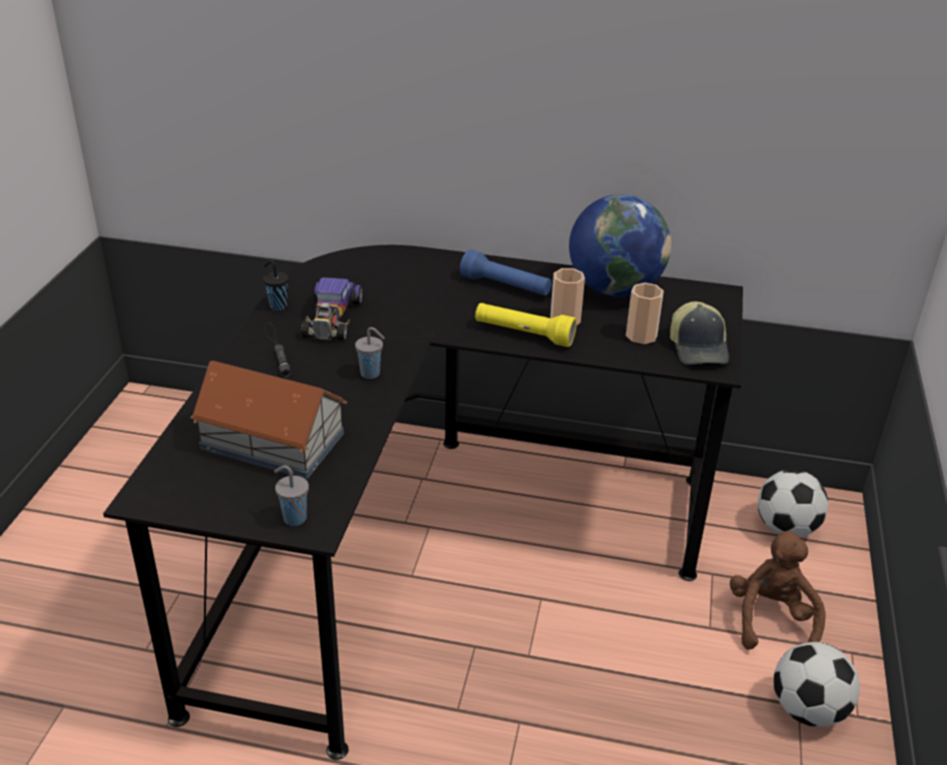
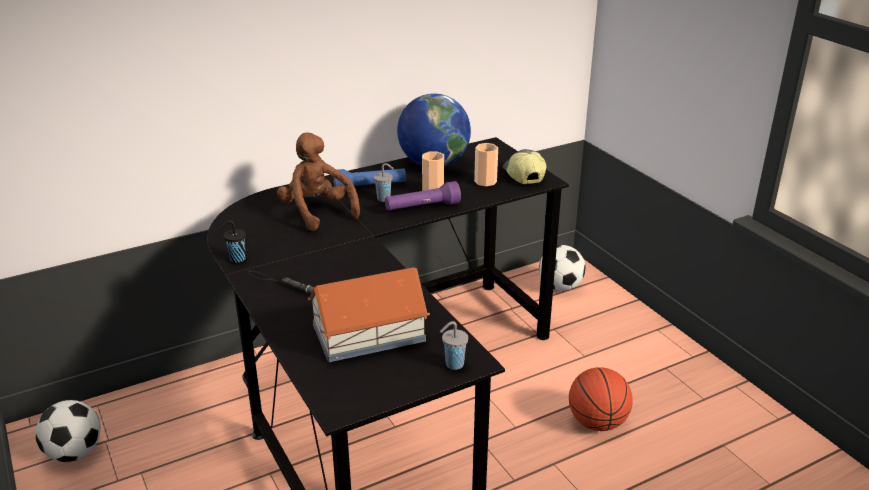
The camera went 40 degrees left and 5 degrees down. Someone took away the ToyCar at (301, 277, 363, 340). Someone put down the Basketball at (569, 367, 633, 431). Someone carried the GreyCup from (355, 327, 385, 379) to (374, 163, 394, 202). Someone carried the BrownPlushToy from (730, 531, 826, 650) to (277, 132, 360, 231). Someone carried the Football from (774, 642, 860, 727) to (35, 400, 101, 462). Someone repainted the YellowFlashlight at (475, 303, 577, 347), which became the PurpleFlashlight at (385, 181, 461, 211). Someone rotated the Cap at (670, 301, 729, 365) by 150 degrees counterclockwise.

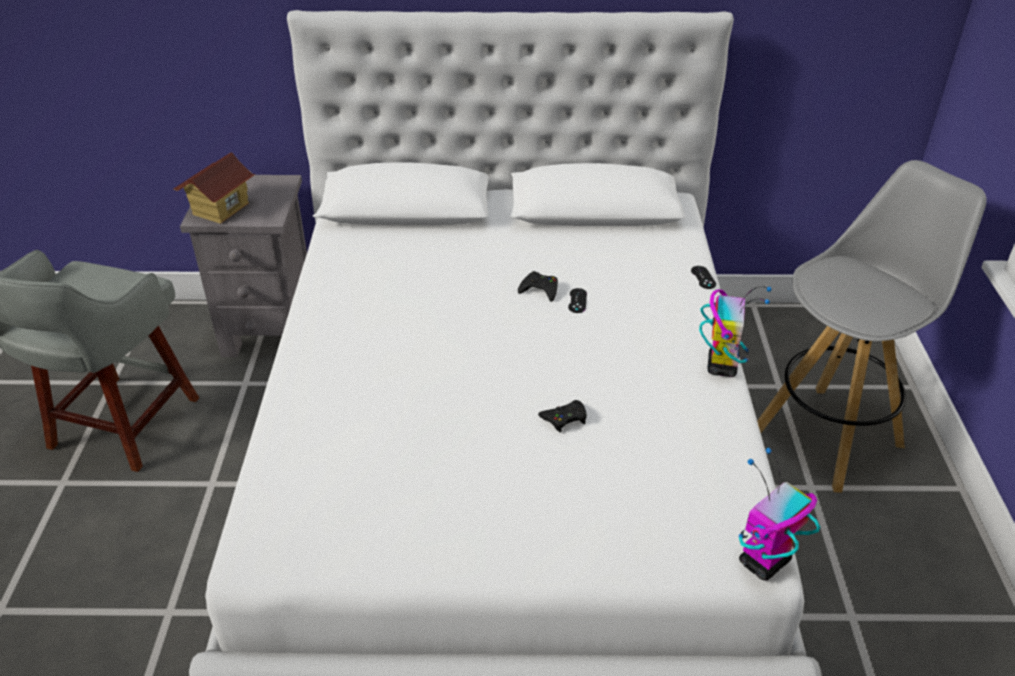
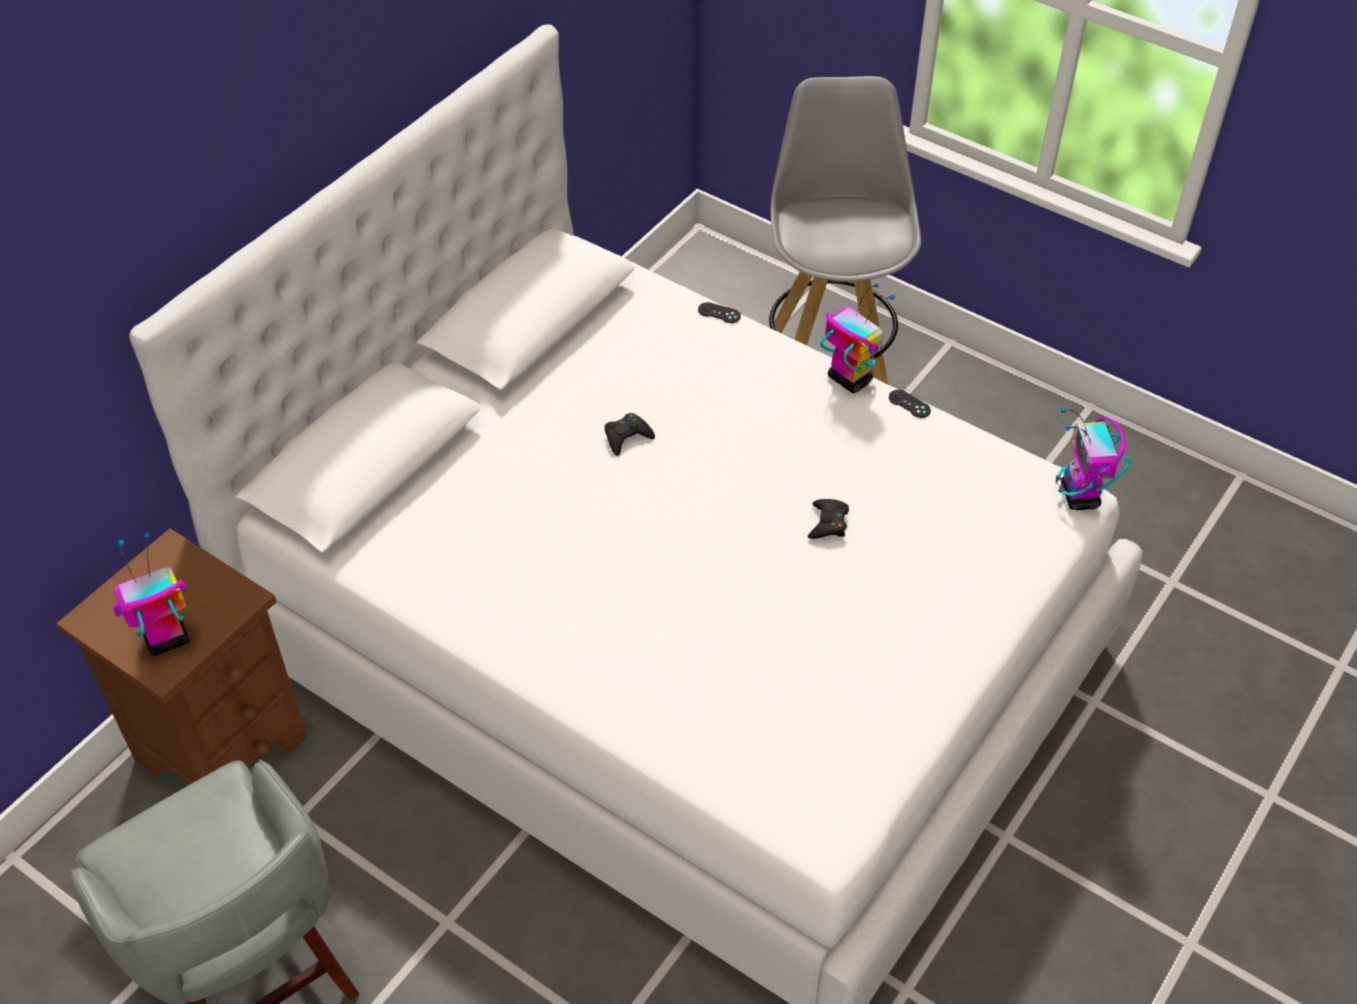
The camera went 55 degrees left and 10 degrees up. Someone carried the BlackGameController from (568, 288, 587, 313) to (889, 390, 931, 418). Someone swapped the ToyHouse at (174, 152, 256, 224) for the ToyRobot at (113, 533, 190, 656). Someone repainted the GreyNightstand at (180, 175, 307, 357), which became the BrownNightstand at (56, 528, 307, 785).

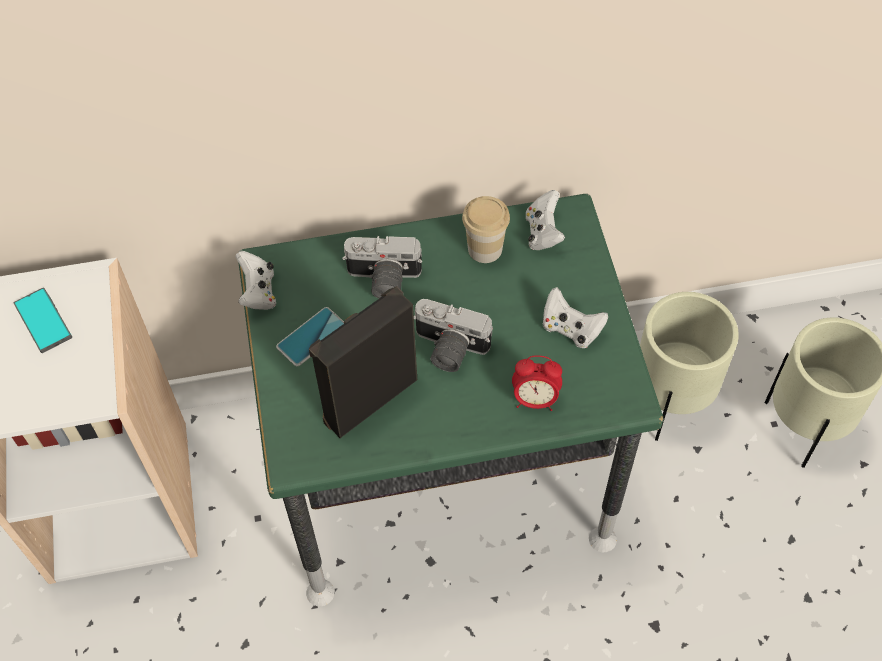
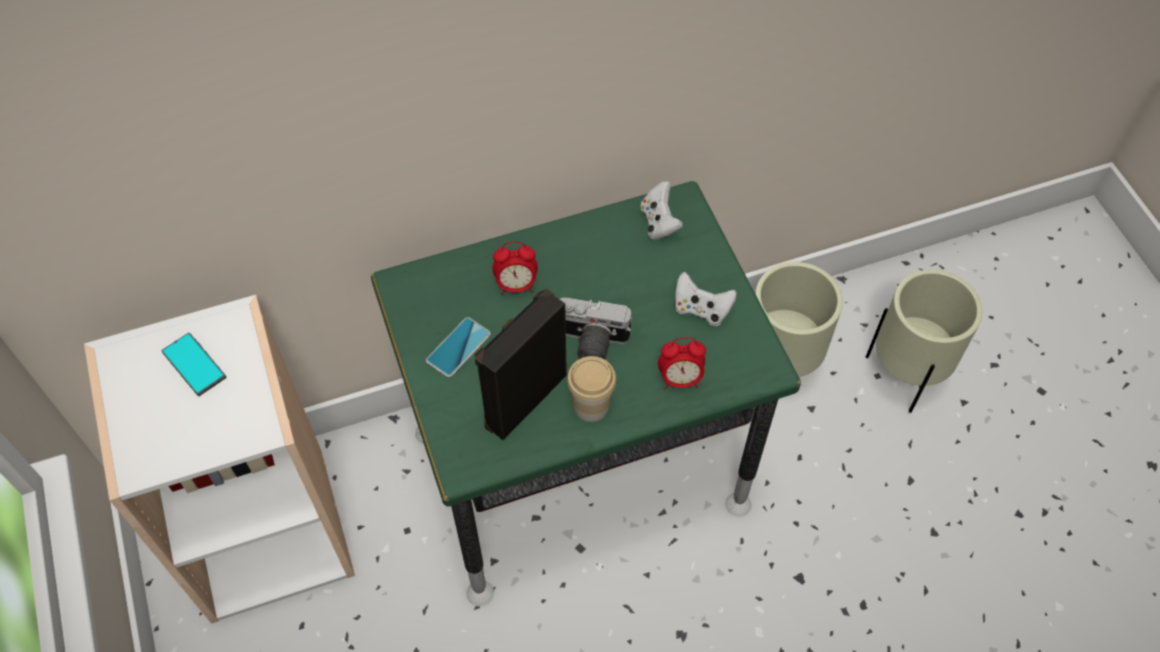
The camera went 10 degrees left and 0 degrees up. Someone took away the WhiteGameController at (235, 251, 276, 310). Someone carried the Cup from (462, 196, 510, 263) to (567, 356, 616, 422). Someone swapped the PhotoCamera at (342, 236, 422, 299) for the AlarmClock at (492, 241, 538, 295).

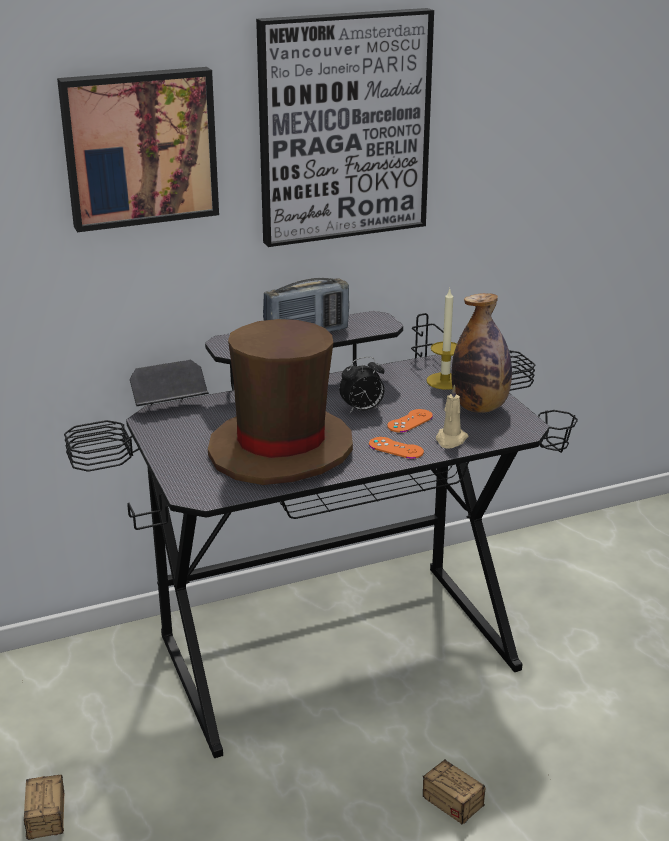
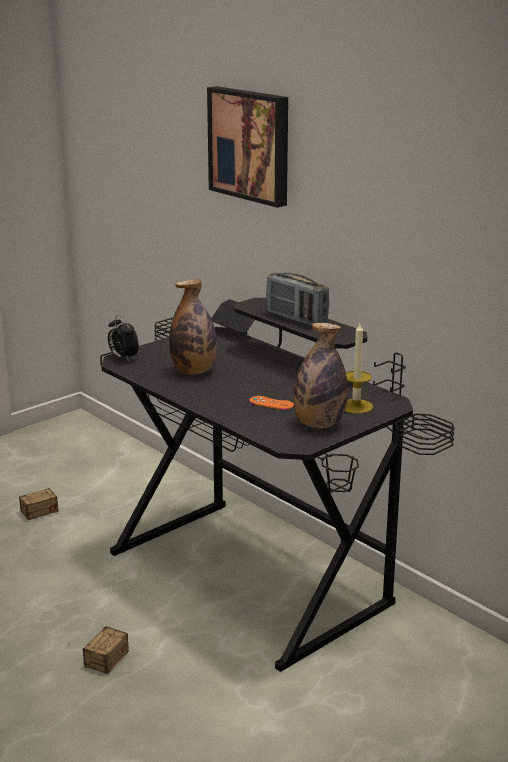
The camera went 70 degrees right and 5 degrees down. Someone took away the Picture at (256, 8, 434, 247). Someone took away the OrangeGameController at (369, 437, 424, 459). Someone took away the BeigeCandle at (436, 384, 469, 449). Someone carried the AlarmClock from (339, 357, 384, 413) to (108, 315, 139, 361). Someone swapped the BrownHat at (208, 319, 353, 485) for the Bottle at (169, 280, 217, 375).

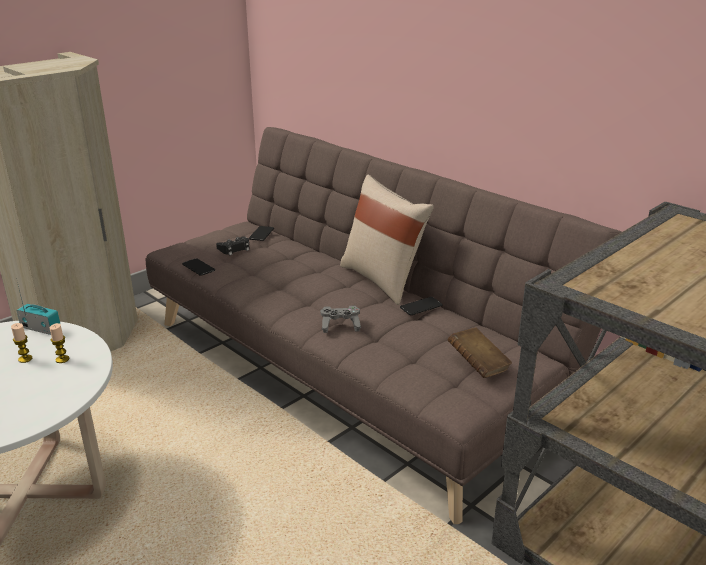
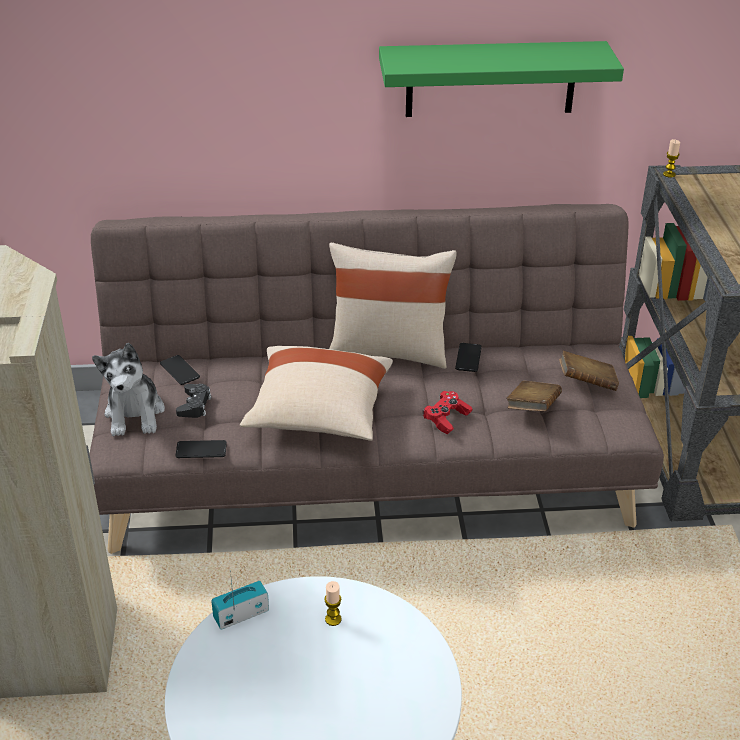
The camera went 50 degrees left and 10 degrees up. Someone put down the PlushToy at (92, 343, 165, 436). Someone put down the BeigePillow at (240, 346, 393, 441). Someone put up the GreenShelf at (379, 41, 624, 117). Someone put down the BrownBook at (506, 381, 562, 411). Someone carried the Candle from (11, 323, 32, 363) to (663, 139, 680, 178). Someone repainted the GreyGameController at (320, 305, 361, 333), which became the RedGameController at (423, 391, 472, 434).

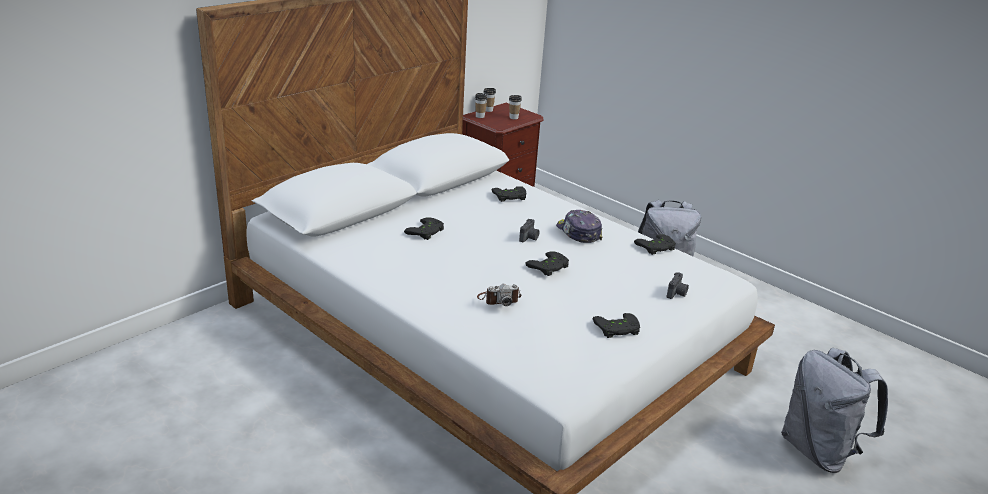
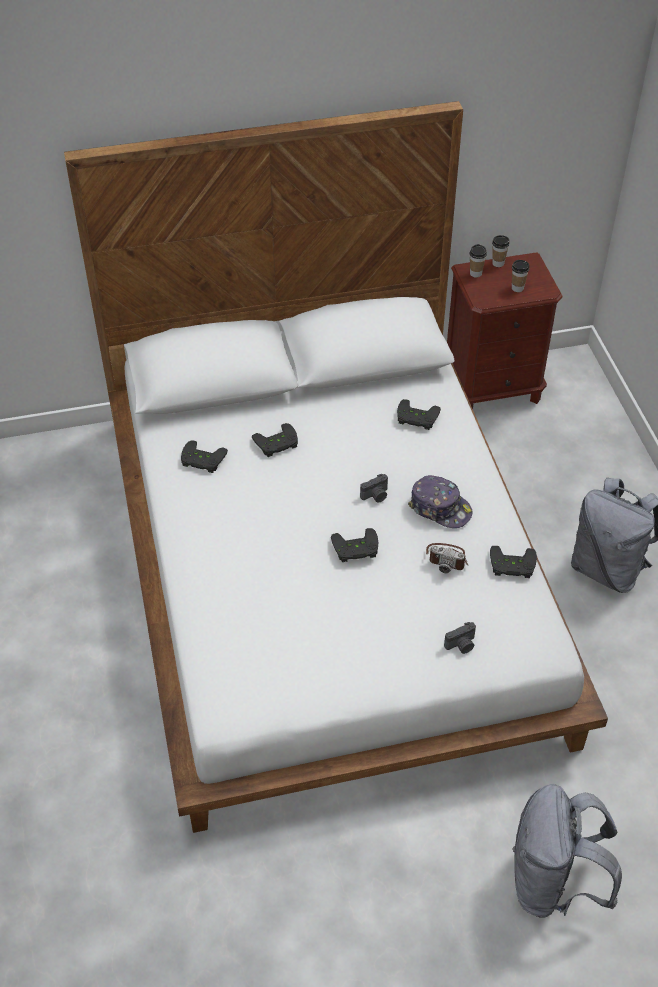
The camera went 35 degrees right and 20 degrees up. Someone carried the PhotoCamera from (477, 284, 521, 306) to (426, 543, 469, 573). Someone carried the BlackGameController from (593, 313, 640, 338) to (181, 440, 228, 473). Someone rotated the Cap at (556, 210, 602, 243) by 120 degrees clockwise.

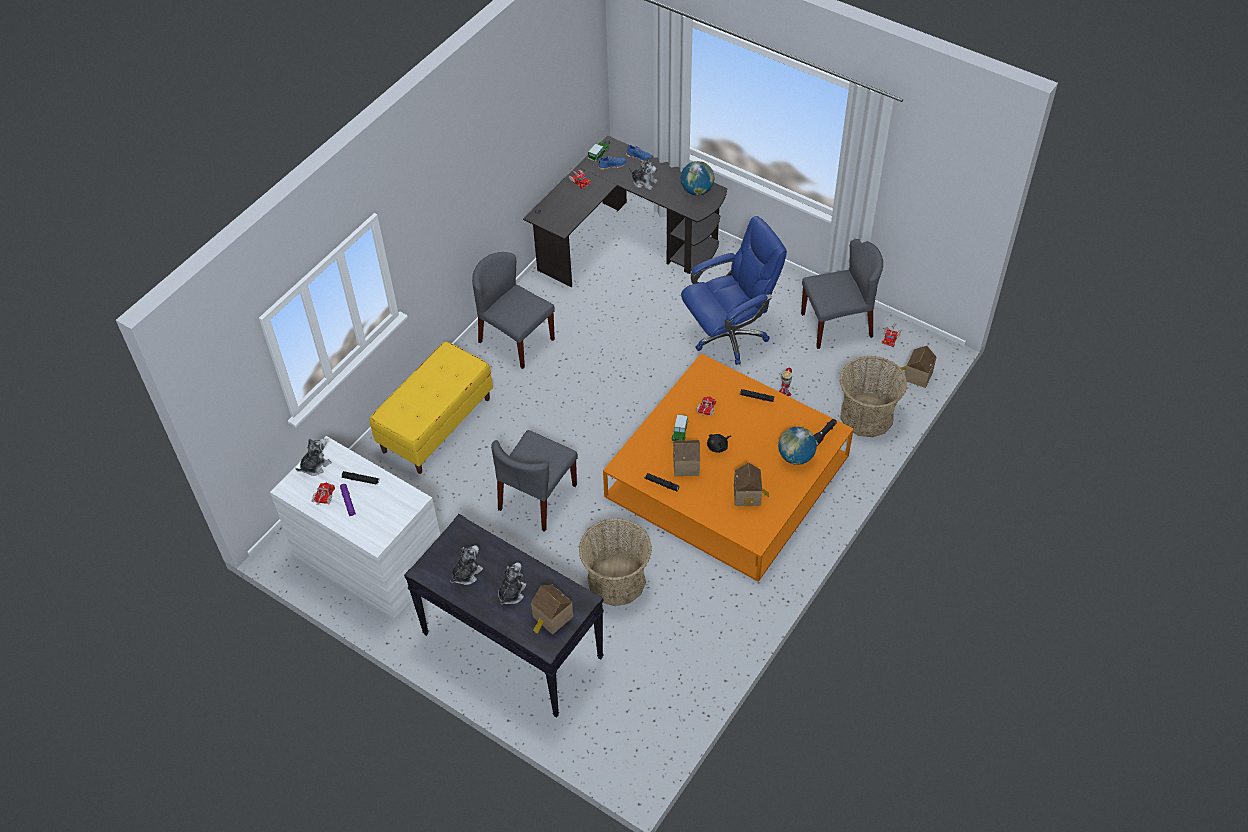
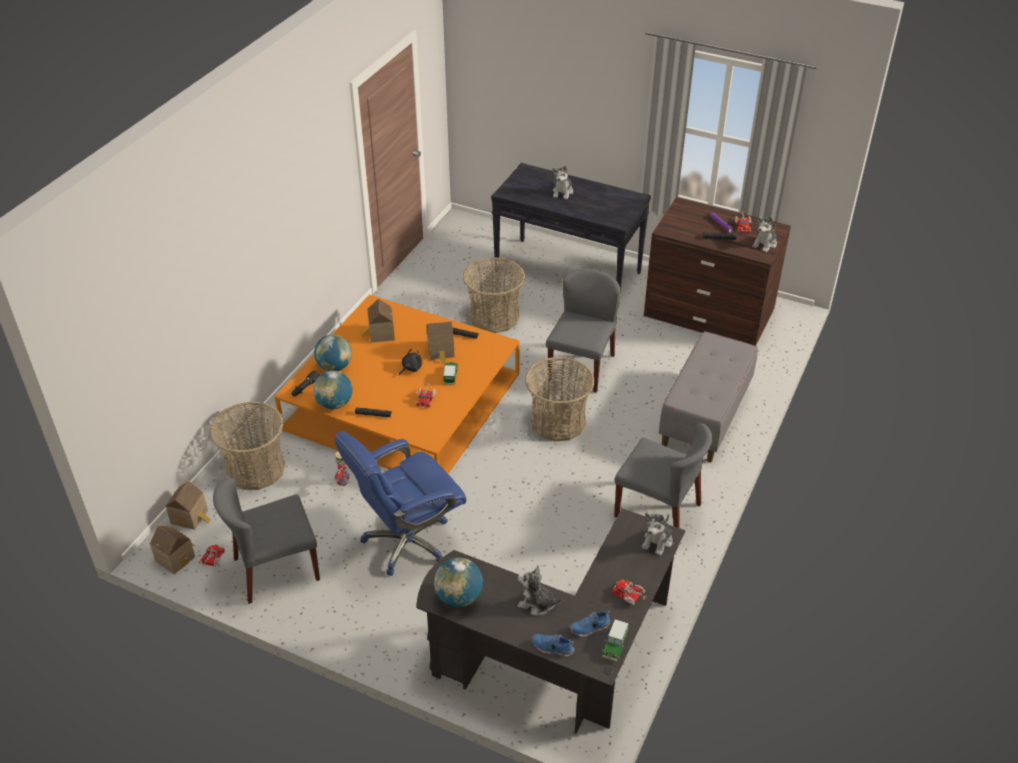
The camera went 170 degrees right and 10 degrees down. Someone put down the Globe at (313, 371, 352, 409). Someone put down the Basket at (525, 357, 595, 441). Someone carried the PlushToy from (450, 545, 483, 585) to (642, 513, 672, 556). Someone carried the ToyHouse from (531, 585, 574, 635) to (150, 526, 195, 574). Someone repainted the WhiteDresser at (270, 436, 440, 621), which became the BrownDresser at (644, 197, 791, 346). Someone repainted the YellowBench at (370, 341, 493, 474), which became the GreyBench at (659, 331, 758, 463).

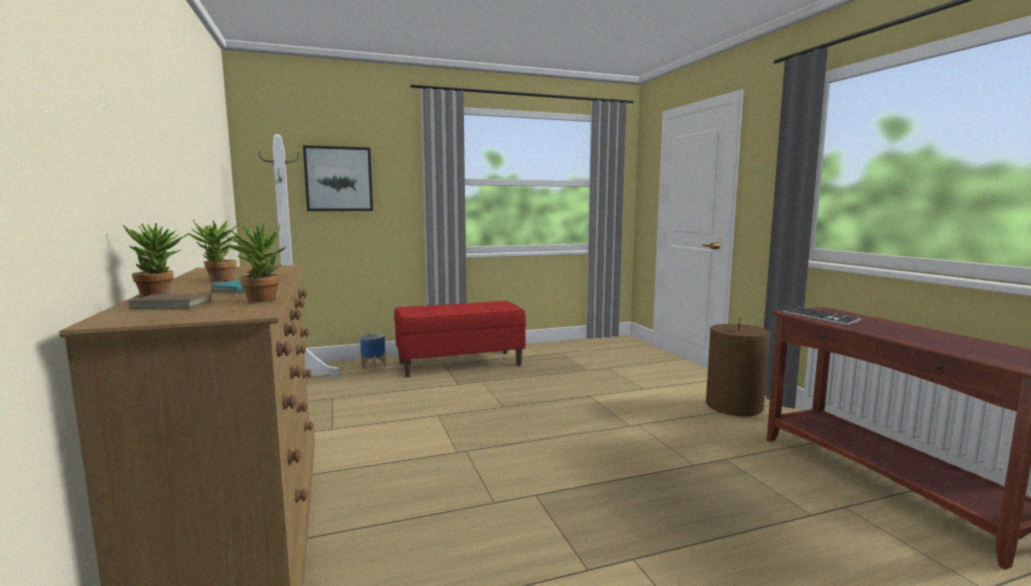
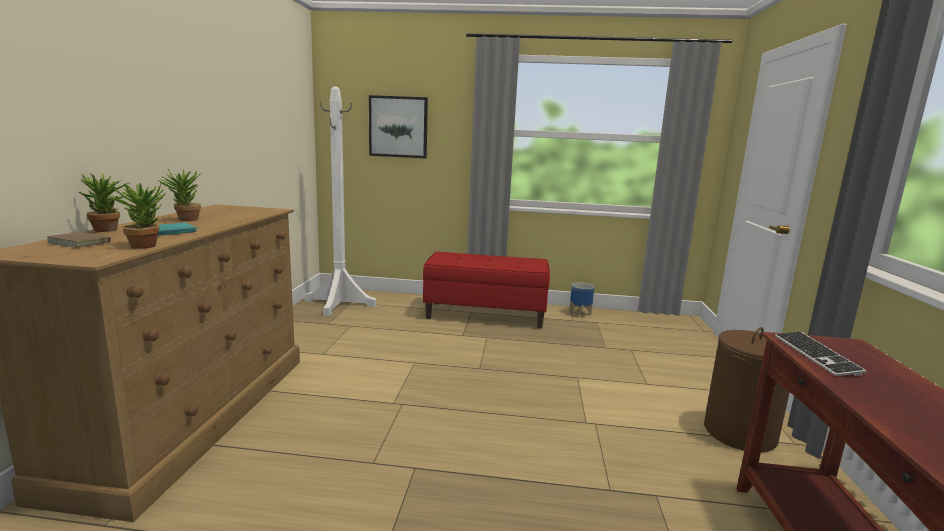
The camera went 25 degrees right and 5 degrees up. Someone carried the Planter from (360, 333, 386, 371) to (569, 282, 594, 318).

